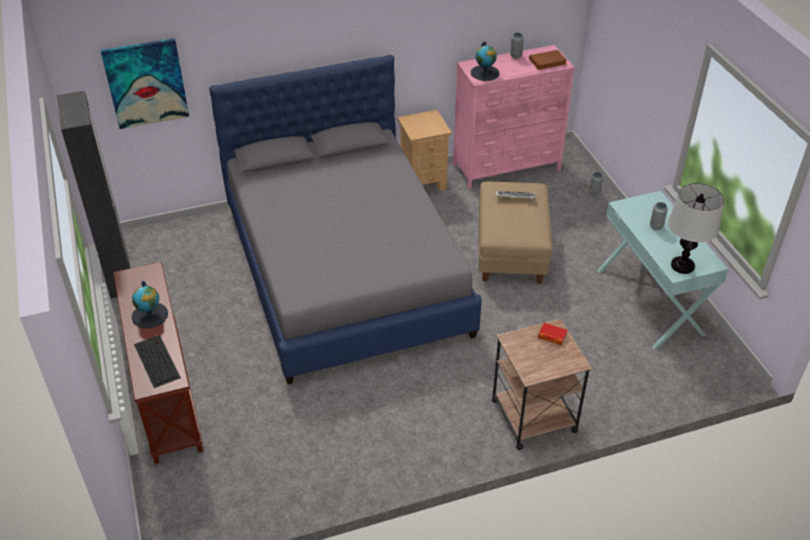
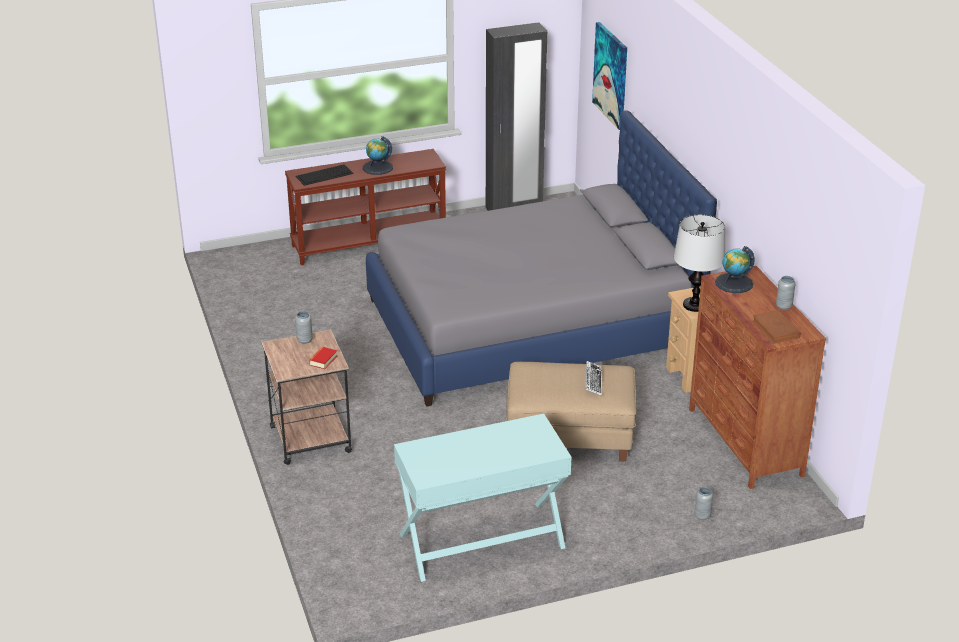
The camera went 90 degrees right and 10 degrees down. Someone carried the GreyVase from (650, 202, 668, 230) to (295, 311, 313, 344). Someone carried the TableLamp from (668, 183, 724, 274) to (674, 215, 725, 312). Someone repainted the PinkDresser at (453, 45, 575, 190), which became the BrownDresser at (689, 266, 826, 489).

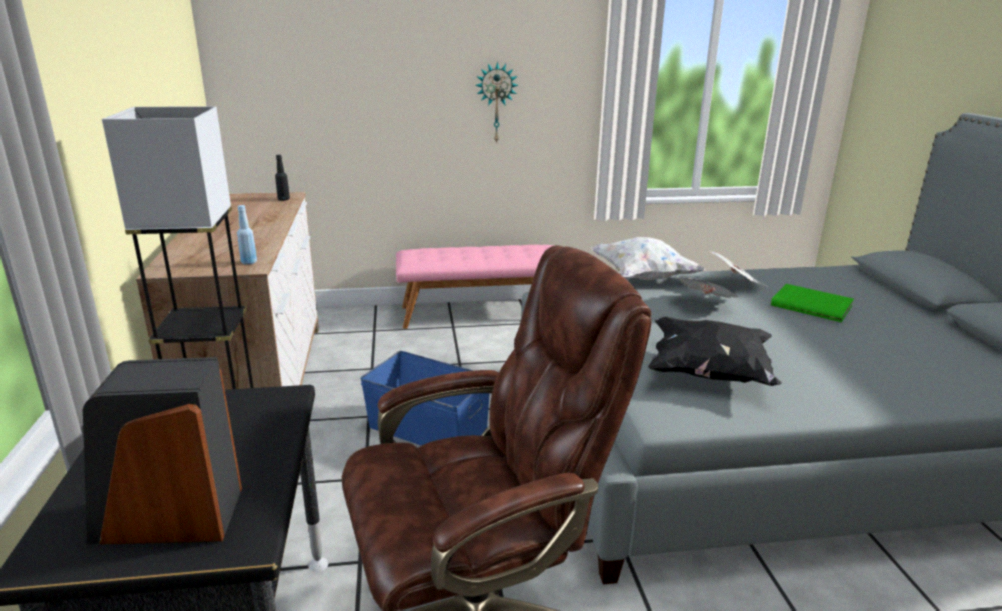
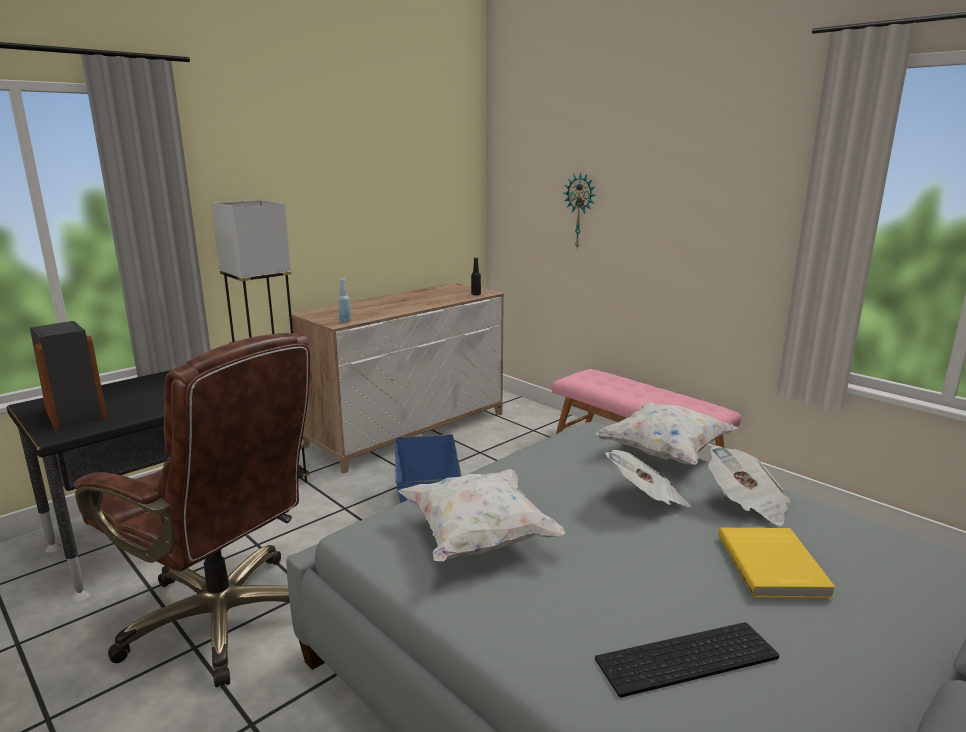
The camera went 55 degrees right and 5 degrees down. Someone put down the Keyboard at (595, 622, 779, 697). Someone carried the WallClock from (475, 61, 518, 144) to (564, 172, 596, 247). Someone repainted the BlackPillow at (648, 317, 782, 386), which became the WhitePillow at (398, 469, 565, 561). Someone repainted the GreenBook at (771, 284, 854, 322), which became the YellowBook at (718, 528, 836, 598).

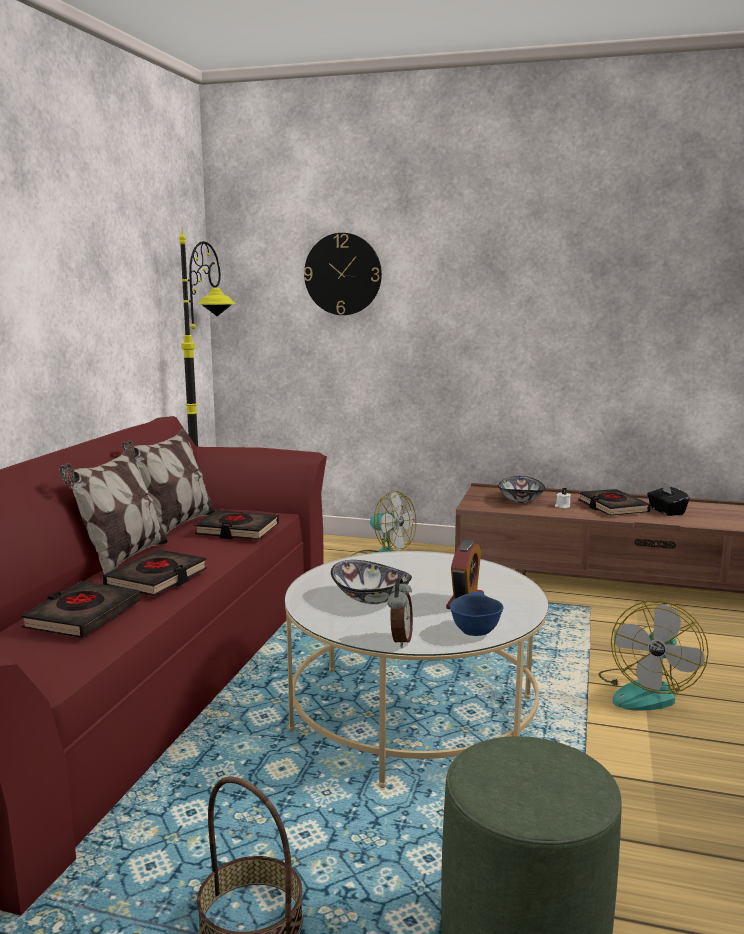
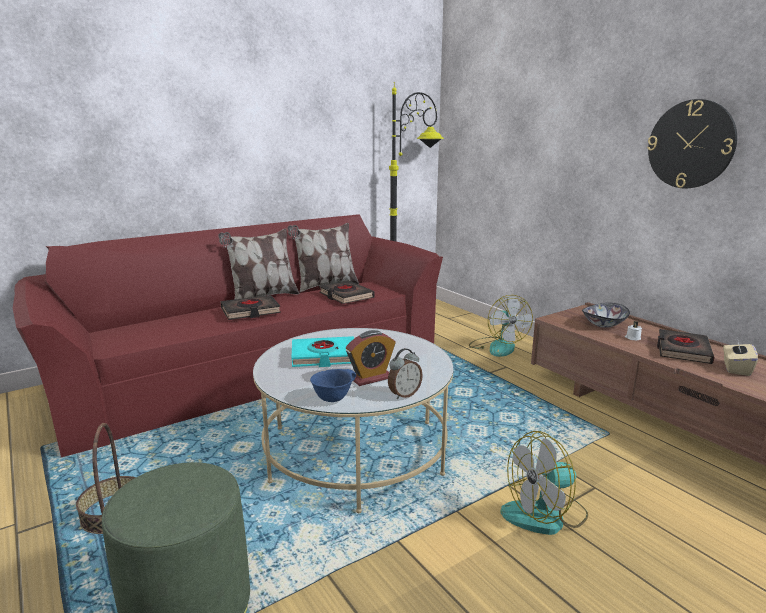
The camera went 40 degrees right and 5 degrees up. Someone took away the BlackBook at (21, 581, 140, 638). Someone carried the WallClock from (304, 233, 382, 315) to (647, 99, 737, 188). Someone carried the AlarmClock from (387, 578, 413, 648) to (388, 348, 423, 399). Someone swapped the Bowl at (331, 560, 412, 604) for the TurquoiseBook at (292, 336, 354, 367). Someone repainted the BlackTissueBox at (647, 482, 690, 516), which became the BeigeTissueBox at (723, 337, 758, 376).

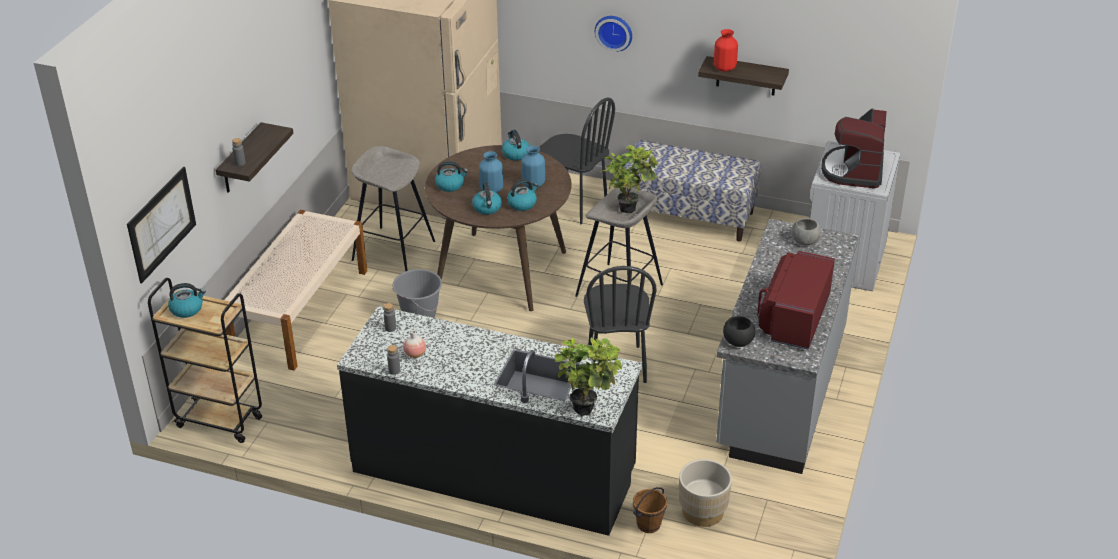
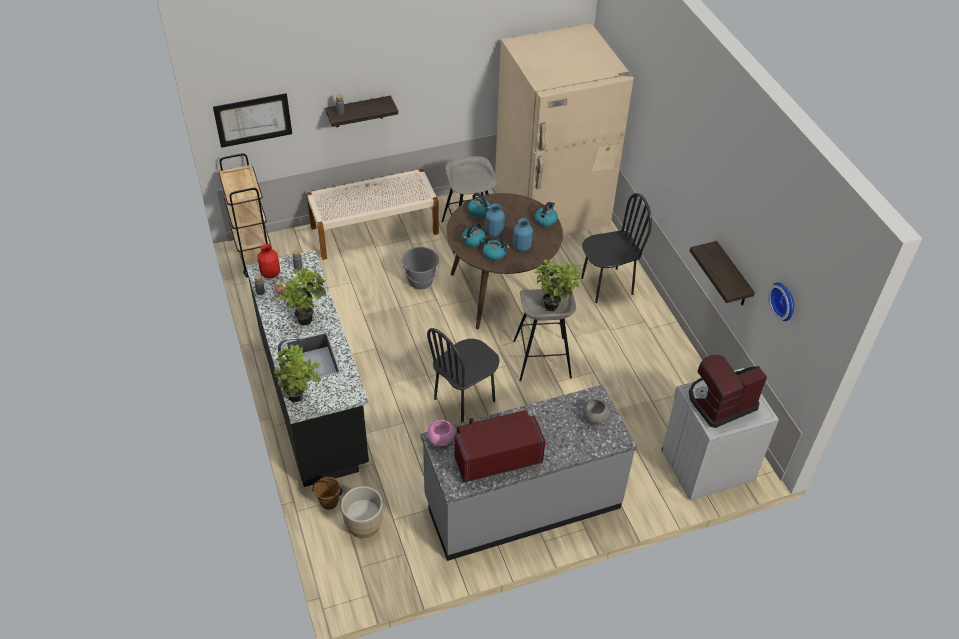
The camera went 50 degrees right and 10 degrees up. Someone took away the Kettle at (168, 283, 206, 318). Someone took away the Bench at (624, 140, 761, 241). Someone put down the PottedPlant at (274, 268, 327, 325). Someone carried the WallClock from (595, 16, 632, 52) to (768, 282, 794, 321). Someone carried the RedVase from (714, 29, 738, 72) to (257, 244, 280, 279). Someone repainted the BlackBowl at (723, 316, 755, 347), which became the PinkBowl at (427, 420, 454, 446). Someone rotated the BlackChair at (539, 97, 615, 224) by 105 degrees counterclockwise.

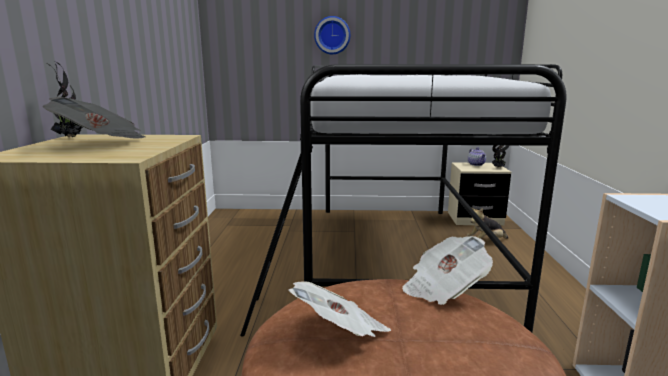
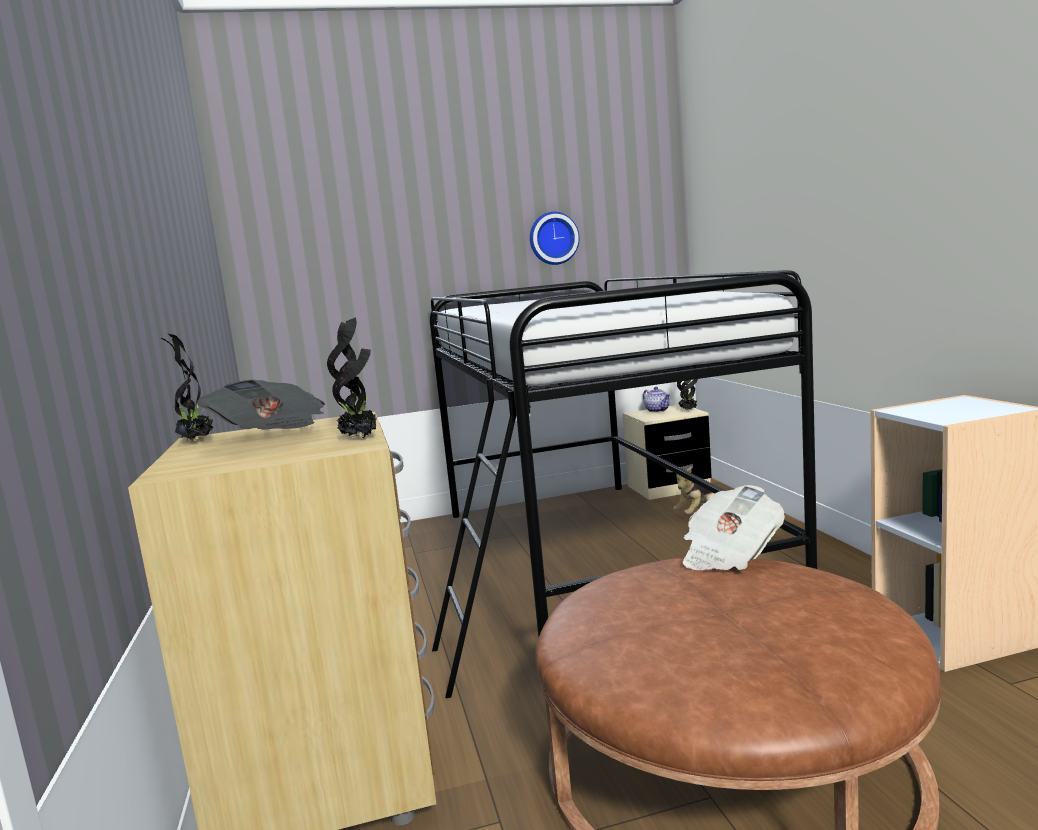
The camera went 15 degrees left and 5 degrees down. Someone took away the Newspaper at (288, 281, 391, 337). Someone put down the PottedPlant at (327, 317, 377, 439). Someone carried the WallClock from (314, 16, 350, 54) to (530, 212, 579, 265).

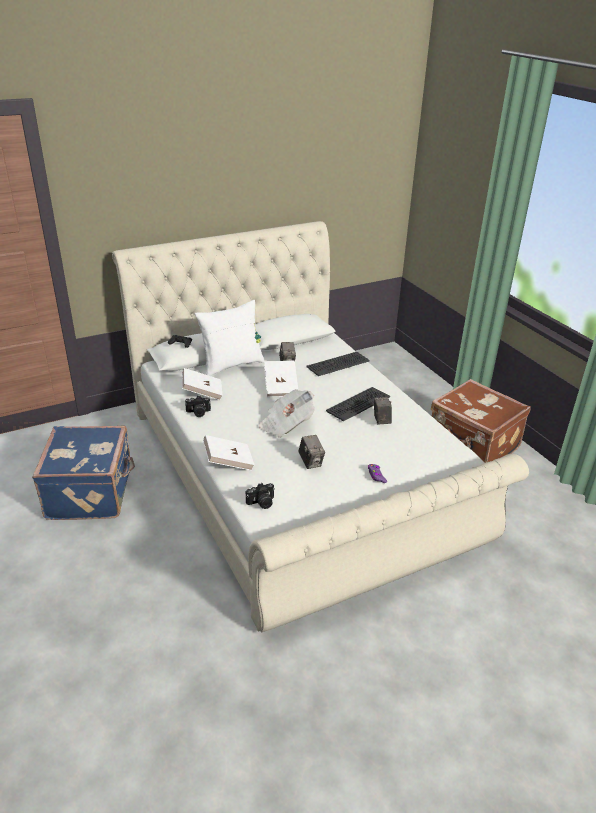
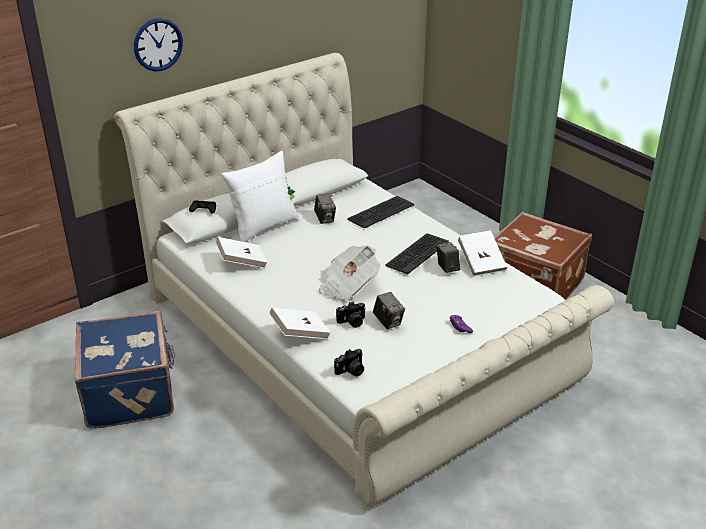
The camera went 10 degrees left and 0 degrees up. Someone put up the WallClock at (134, 18, 183, 71). Someone carried the PhotoCamera from (185, 396, 211, 417) to (336, 302, 366, 328). Someone carried the WhiteBook from (264, 361, 298, 397) to (458, 230, 507, 277).

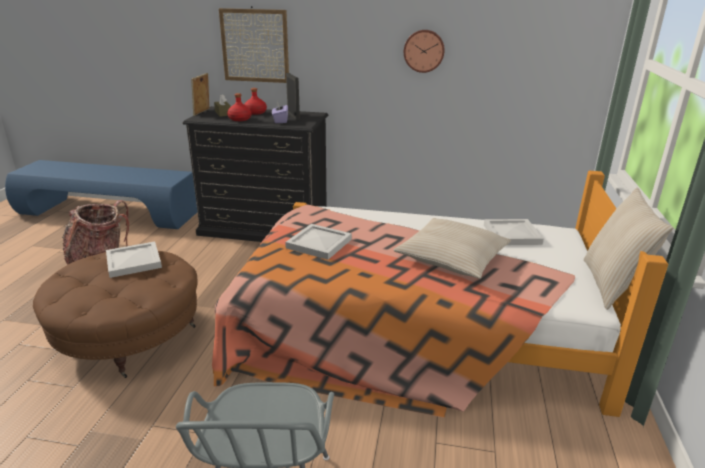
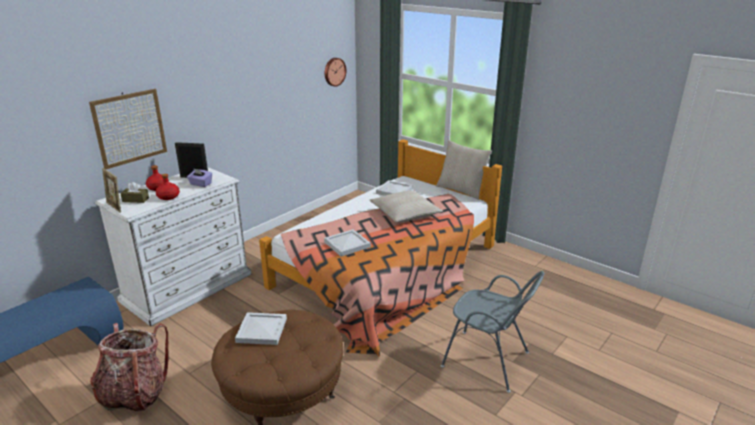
The camera went 60 degrees left and 0 degrees up. Someone carried the WallClock from (404, 30, 445, 73) to (325, 58, 346, 87). Someone repainted the BlackDresser at (183, 106, 328, 242), which became the WhiteDresser at (95, 167, 251, 326).

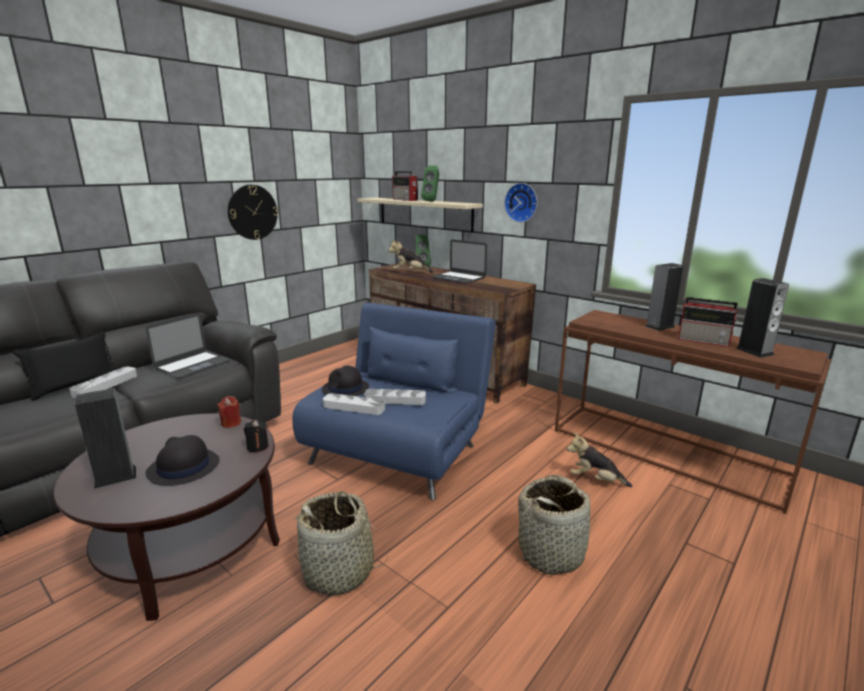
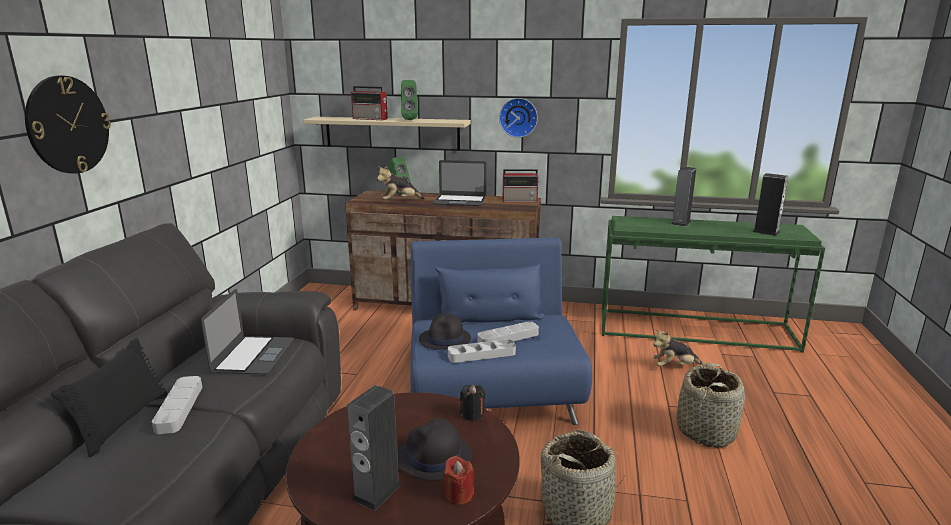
The camera went 30 degrees left and 0 degrees up. Someone carried the RedCandle from (217, 396, 241, 428) to (443, 456, 474, 505). Someone carried the WallClock from (228, 185, 278, 240) to (25, 76, 111, 174). Someone carried the Radio from (678, 297, 738, 347) to (503, 169, 540, 202). Someone repainted the BrownConsoleTable at (555, 310, 831, 514), which became the GreenConsoleTable at (602, 216, 825, 353).

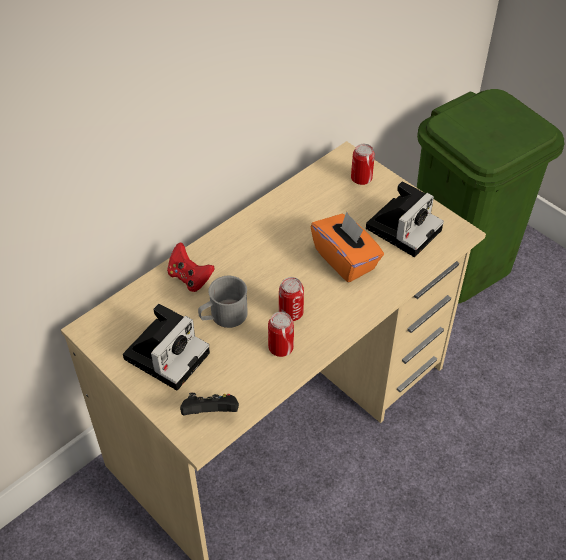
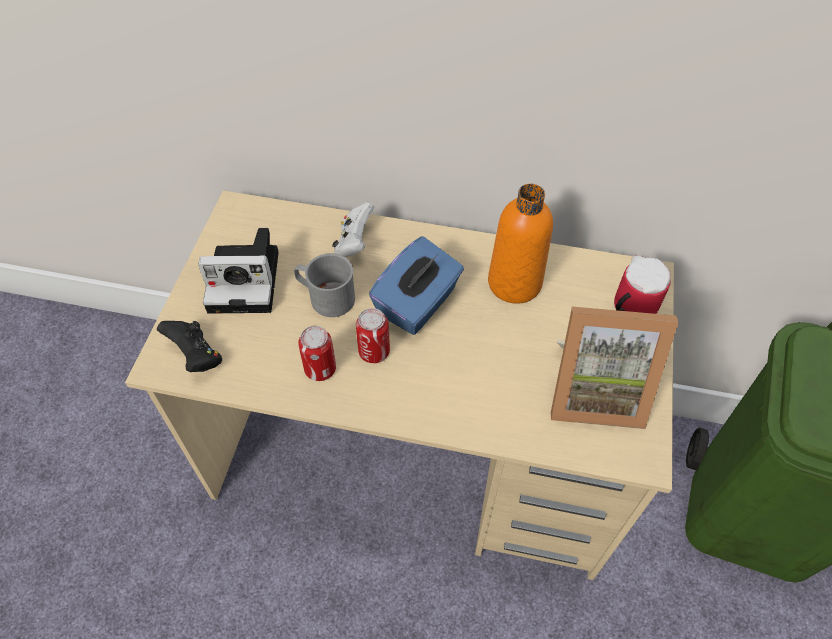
The camera went 55 degrees right and 5 degrees up. Someone took away the OrangeTissueBox at (310, 212, 384, 283). Someone put down the BlueTissueBox at (369, 236, 464, 335). Someone put down the OrangeBottle at (488, 184, 553, 304). Someone swapped the Can at (351, 144, 375, 185) for the Mug at (614, 255, 671, 314). Someone swapped the PhotoCamera at (366, 181, 444, 257) for the PictureFrame at (551, 307, 679, 429). Someone repainted the RedGameController at (167, 243, 215, 292), which became the WhiteGameController at (332, 202, 375, 257).

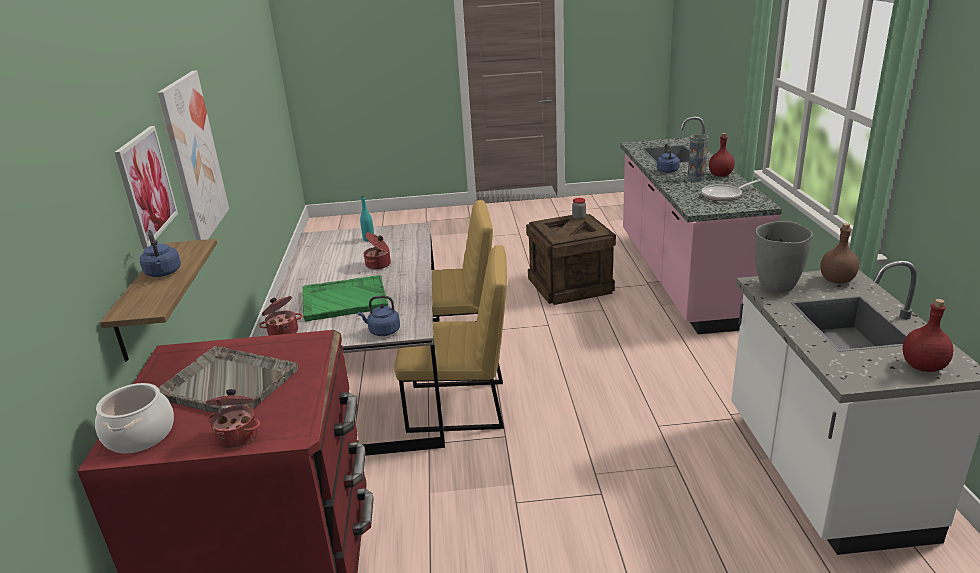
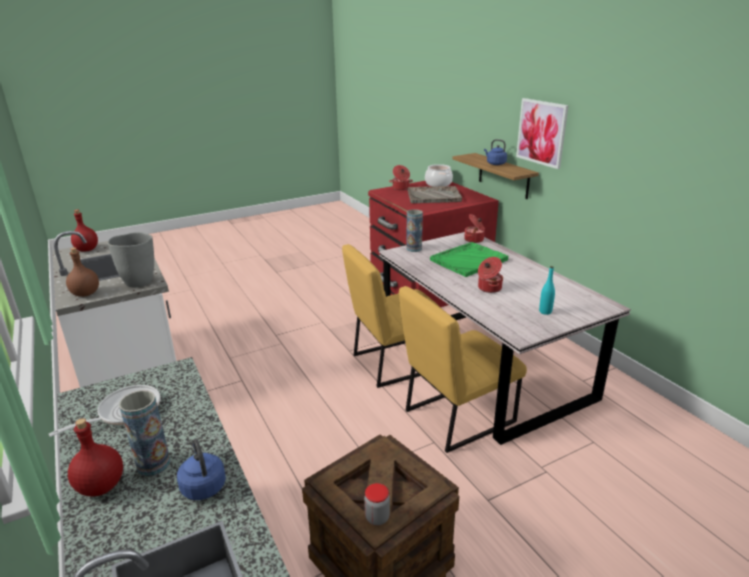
The camera went 155 degrees right and 0 degrees up. Someone took away the Picture at (157, 70, 229, 240). Someone swapped the BlueKettle at (358, 296, 400, 336) for the Vase at (406, 209, 423, 252).

